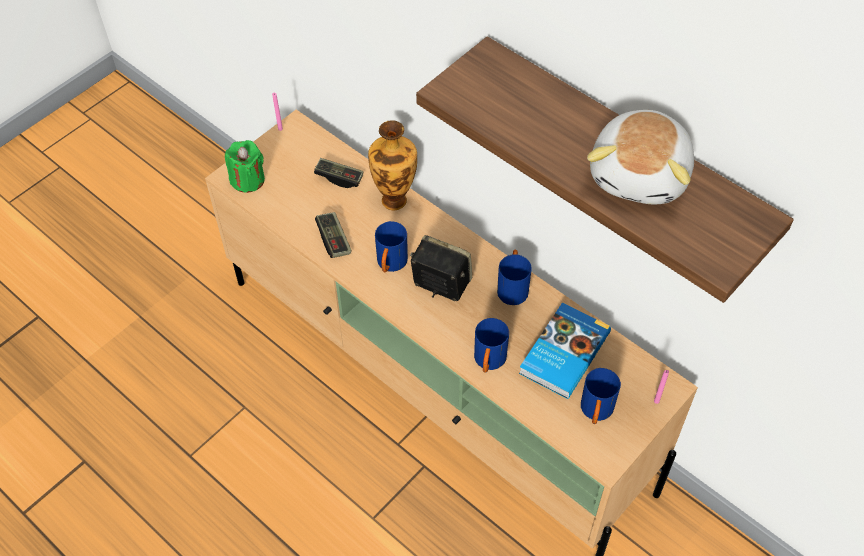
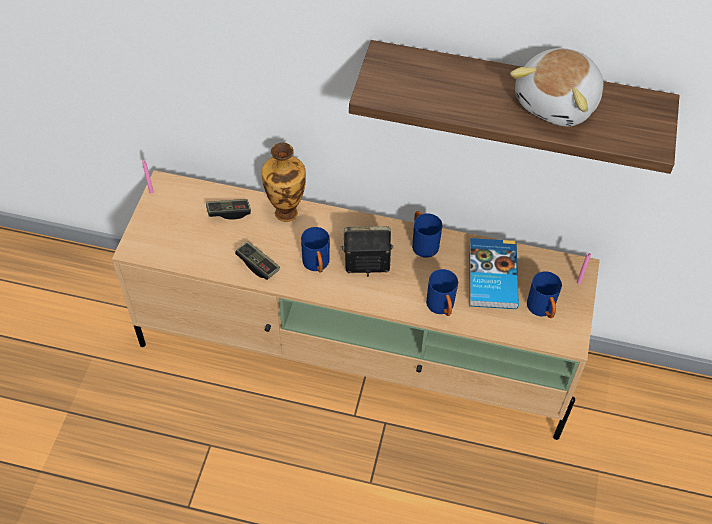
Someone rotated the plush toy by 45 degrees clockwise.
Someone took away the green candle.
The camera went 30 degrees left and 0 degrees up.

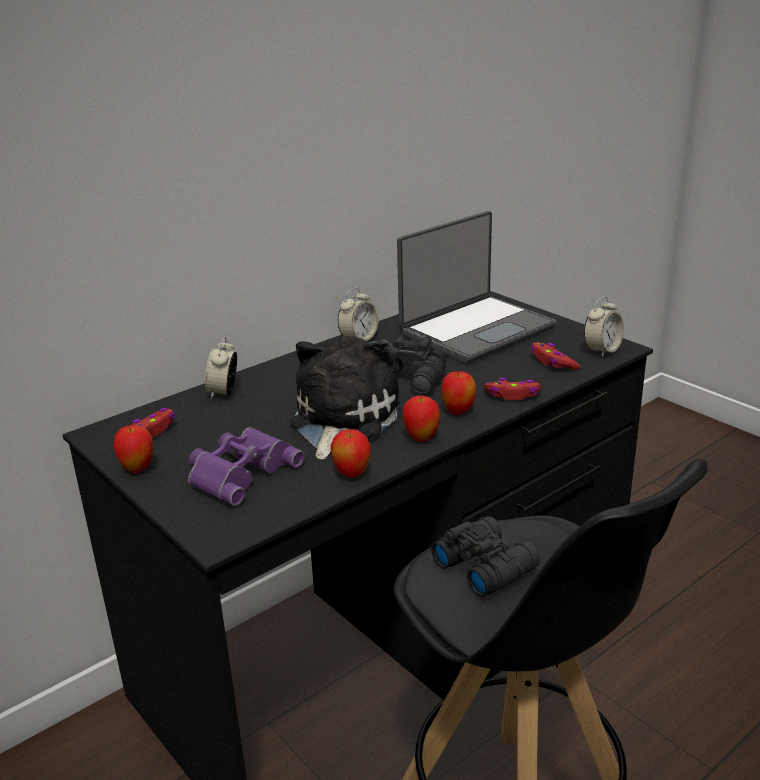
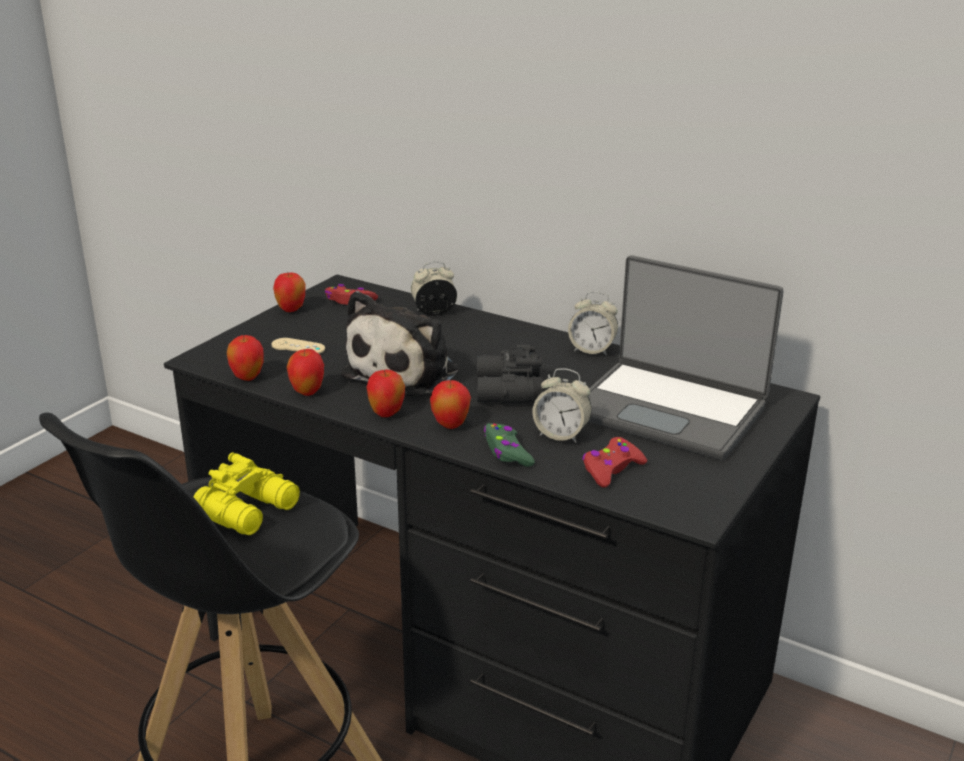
Someone carried the alarm clock (no. 3 from left in the first image).
Someone rotated the plush toy by 120 degrees clockwise.
Someone repainted the red game controller (no. 2 from left), which became the green game controller.
Someone swapped the purple binoculars for the beige game controller.
Someone repainted the black binoculars (no. 2 from left), which became the yellow binoculars.
Someone put down the apple (no. 1 from left).
The camera went 70 degrees right and 0 degrees up.

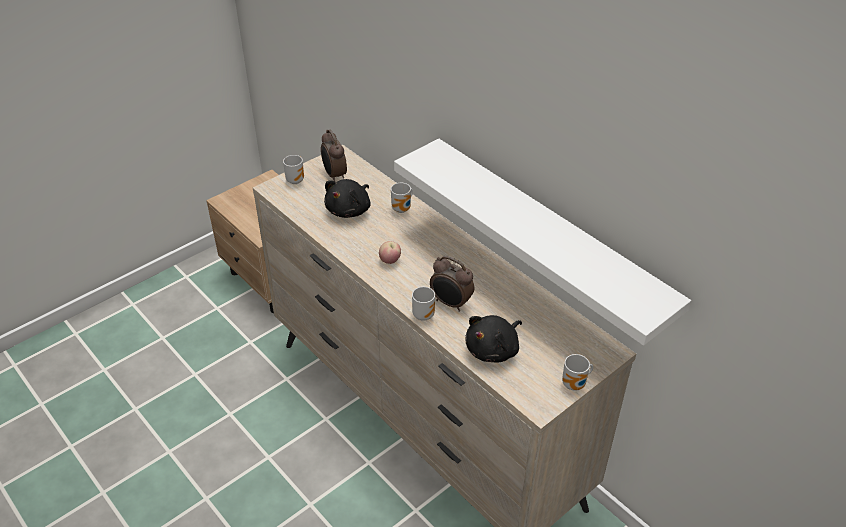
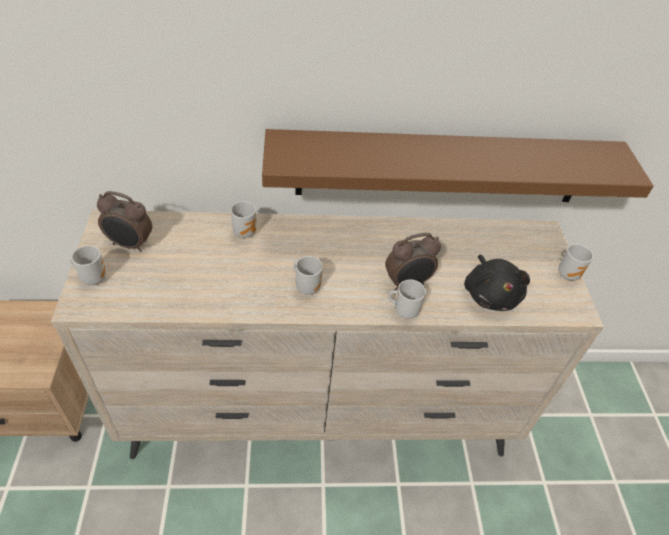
Someone repainted the white shelf, which became the brown shelf.
Someone took away the black plush toy (no. 1 from left).
Someone swapped the apple for the mug (no. 3 from left).
The camera went 55 degrees left and 5 degrees up.

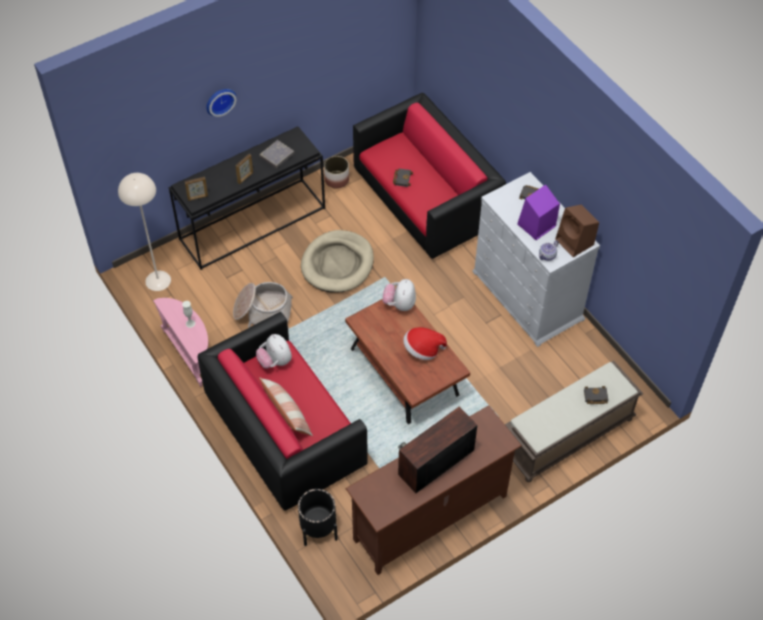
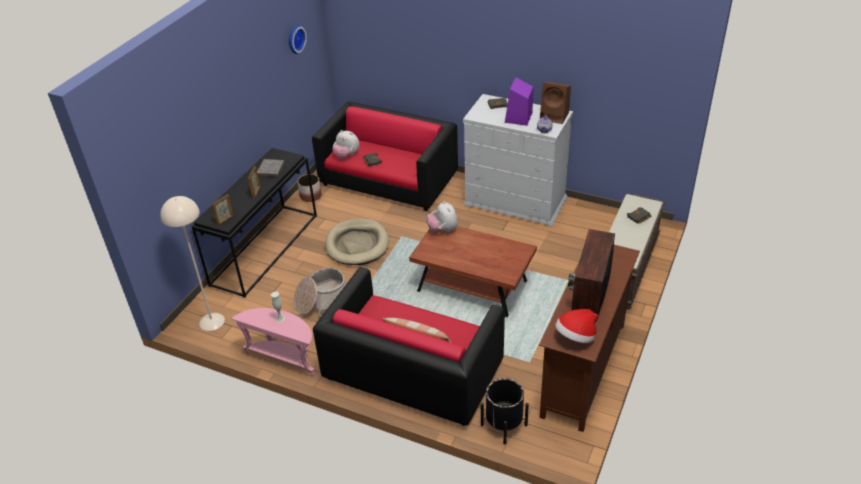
Someone carried the wall clock.
Someone carried the hat.
Someone carried the plush toy (no. 1 from left).
The camera went 30 degrees left and 15 degrees down.

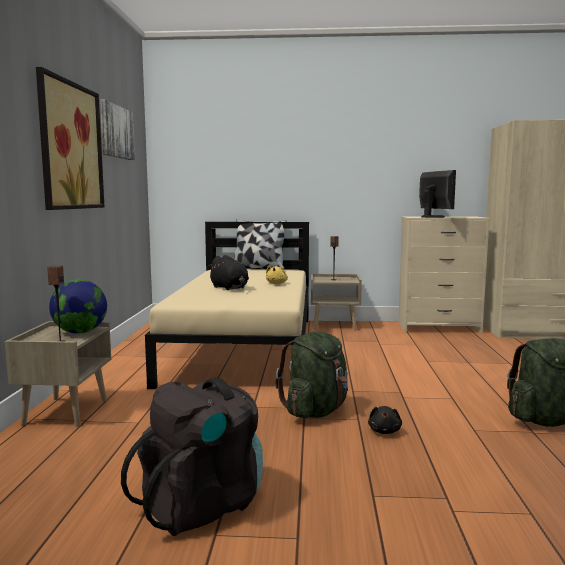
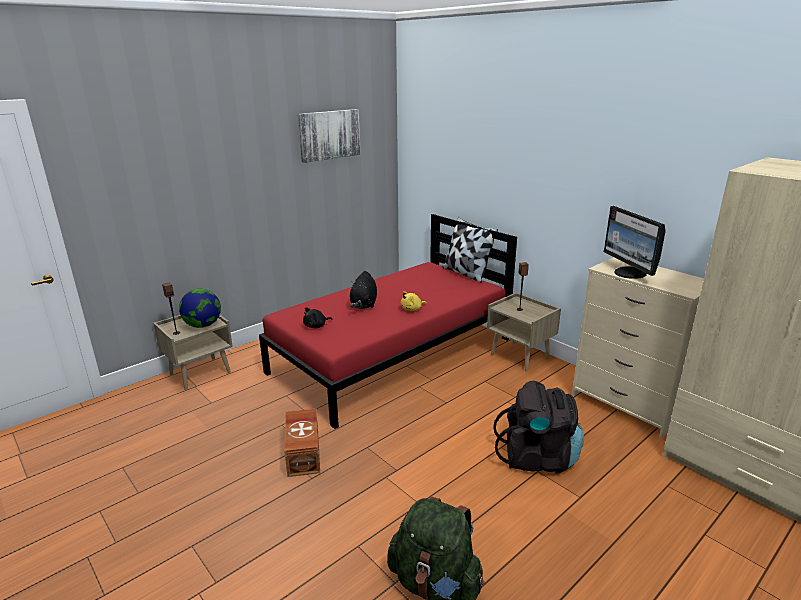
Someone took away the picture (no. 1 from left).
Someone rotated the monitor by 135 degrees clockwise.
Someone repainted the beige bed, which became the red bed.
Someone swapped the green backpack (no. 1 from left) for the brown storage box.
Someone carried the black backpack.
Someone carried the black plush toy (no. 2 from left in the first image).
The camera went 45 degrees right and 15 degrees up.

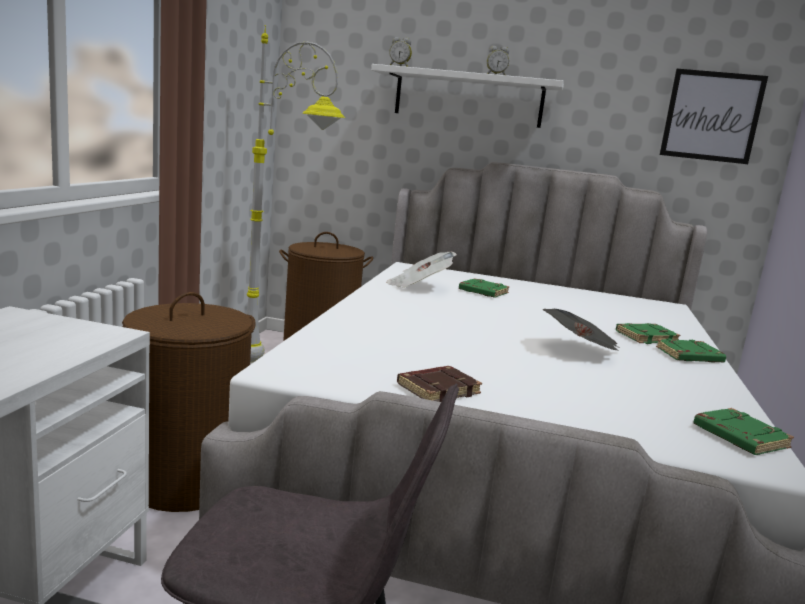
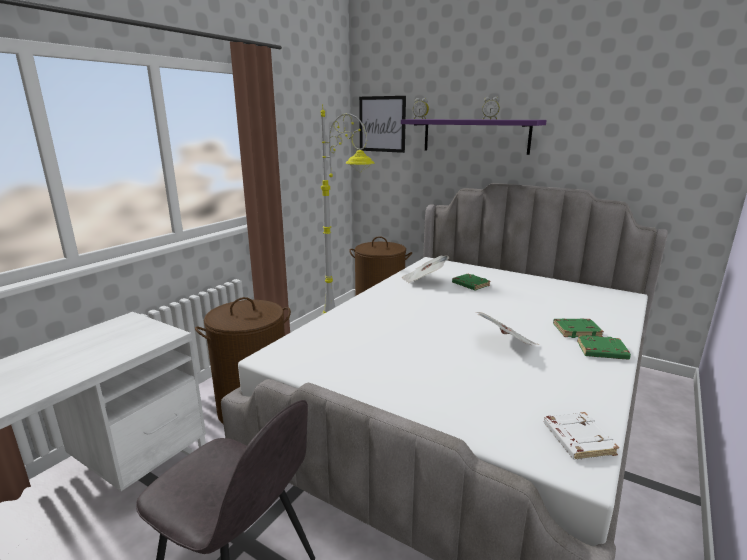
Someone repainted the white shelf, which became the purple shelf.
Someone carried the picture.
Someone took away the brown book.
Someone repainted the green book (no. 4 from left), which became the white book.
The camera went 20 degrees right and 5 degrees up.

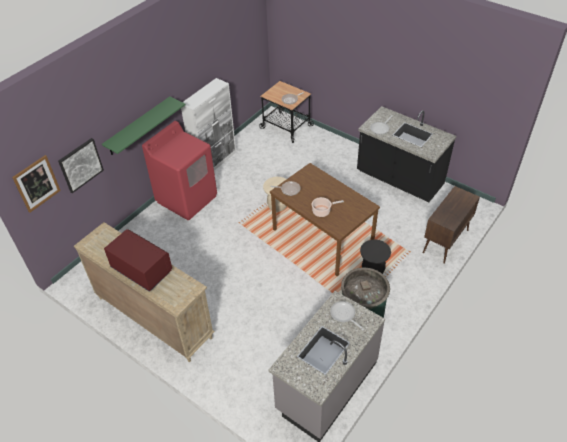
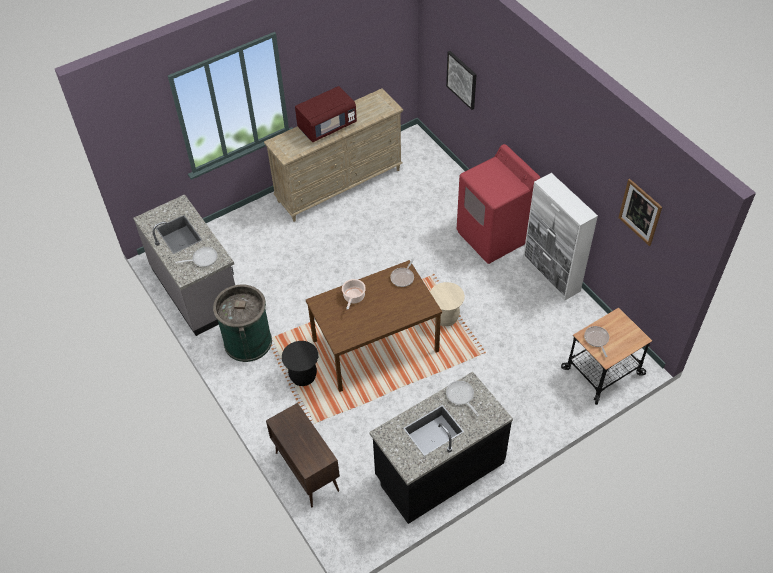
Someone took away the green shelf.
Someone carried the picture (no. 1 from left in the first image).
The camera went 110 degrees right and 5 degrees up.

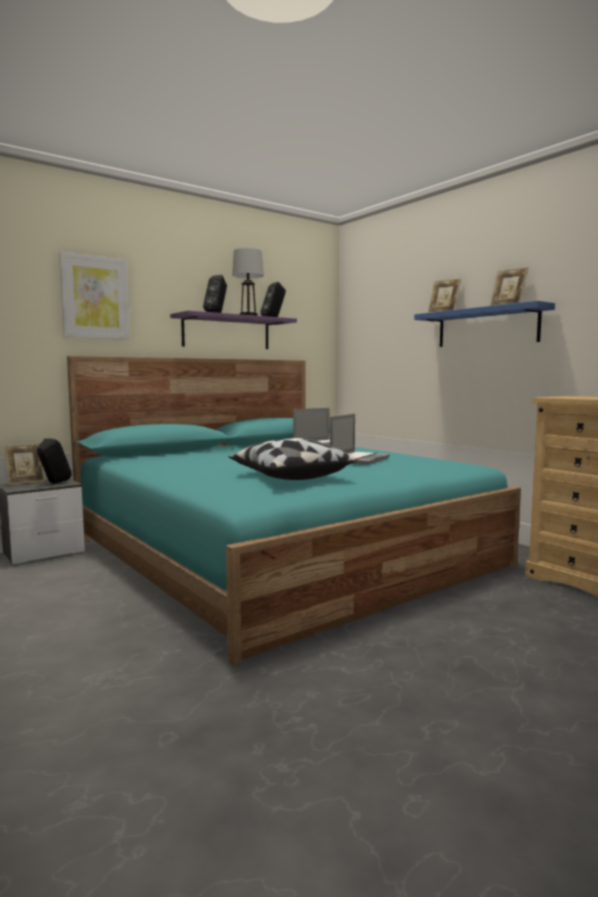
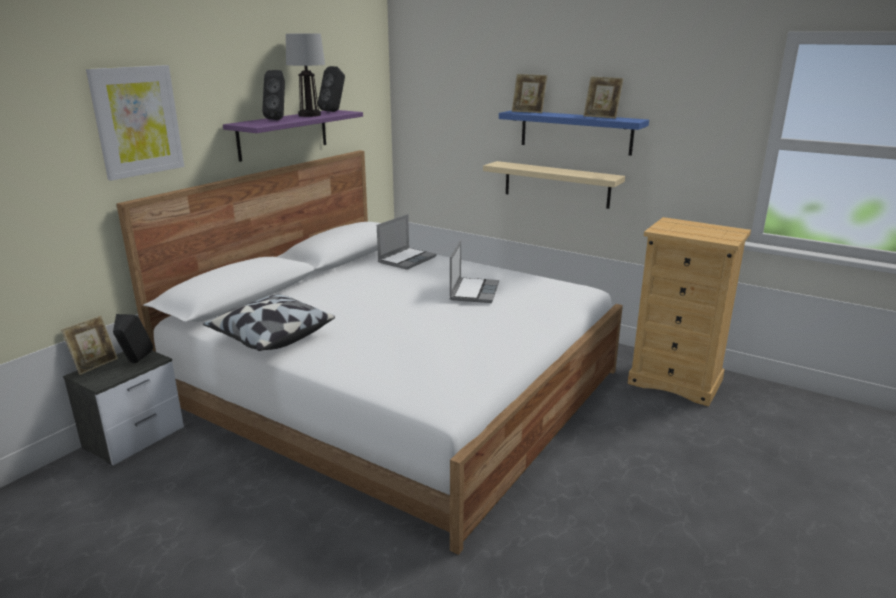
Someone repainted the turquoise bed, which became the white bed.
Someone carried the pillow.
Someone put up the beige shelf.
The camera went 20 degrees left and 15 degrees up.

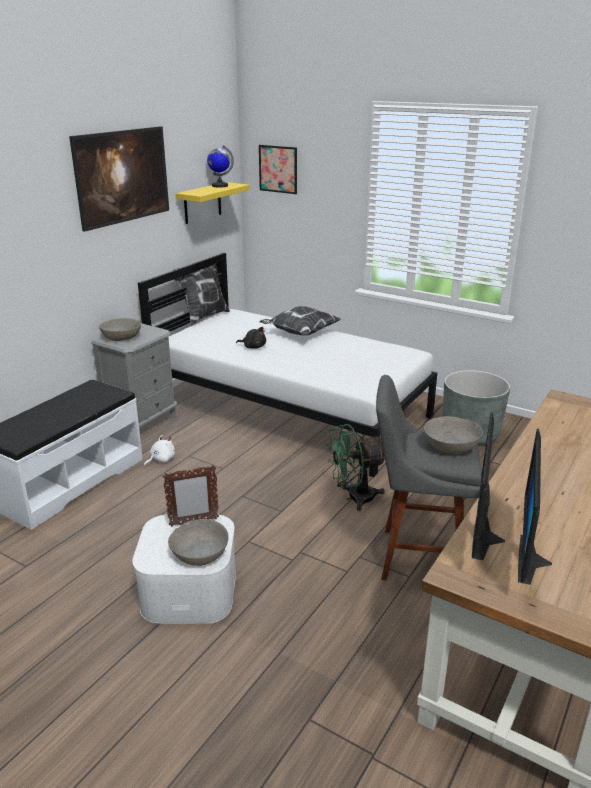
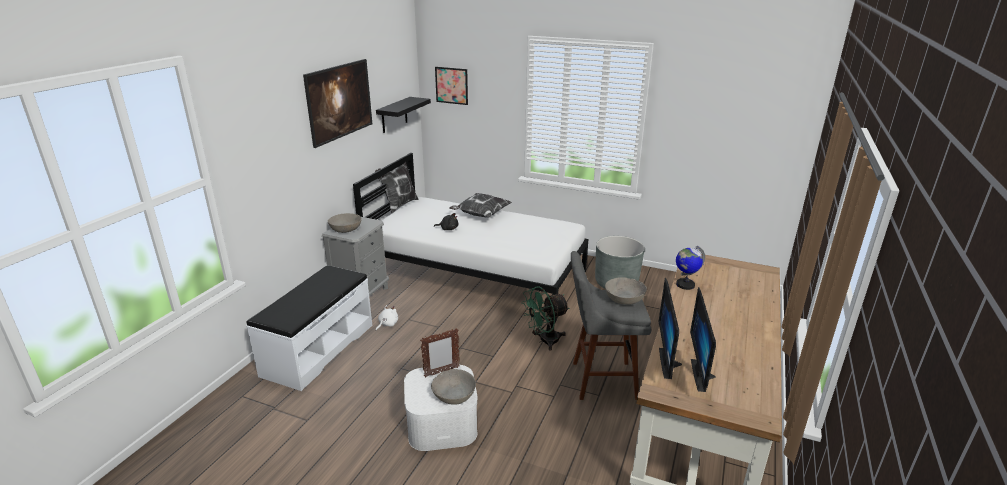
Someone carried the globe.
Someone repainted the yellow shelf, which became the black shelf.
The camera went 10 degrees left and 0 degrees up.

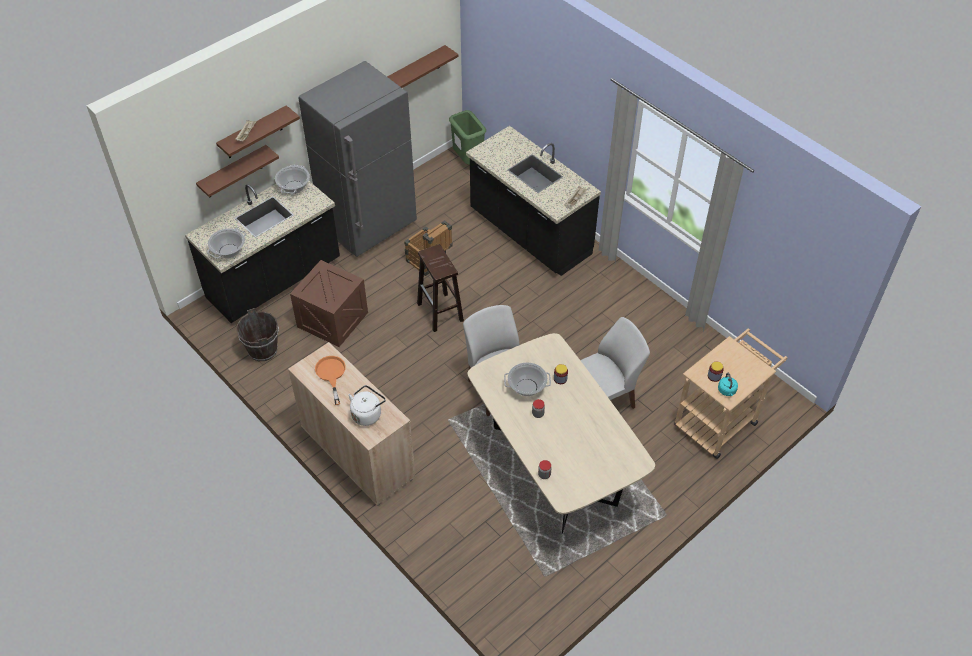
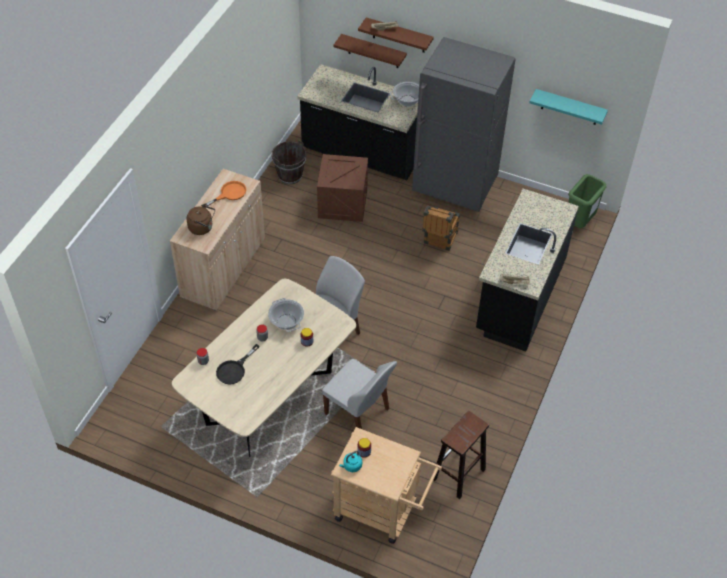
Someone repainted the brown shelf (no. 3 from left), which became the turquoise shelf.
Someone took away the cooking pot (no. 1 from left).
Someone carried the brown stool.
Someone repainted the white kettle, which became the brown kettle.
Someone put down the black frying pan.
The camera went 65 degrees right and 0 degrees up.

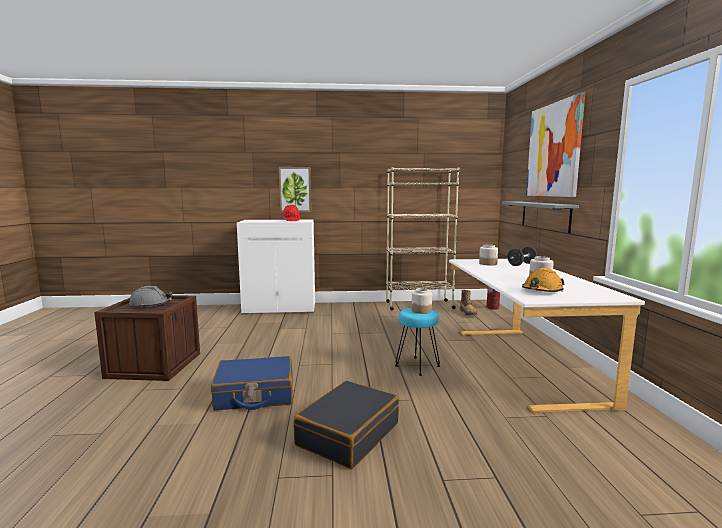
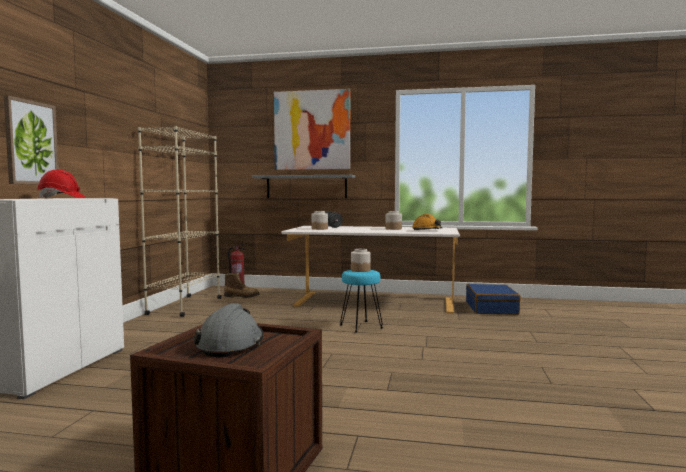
Someone carried the blue suitcase.
Someone took away the black suitcase.
The camera went 75 degrees left and 5 degrees down.

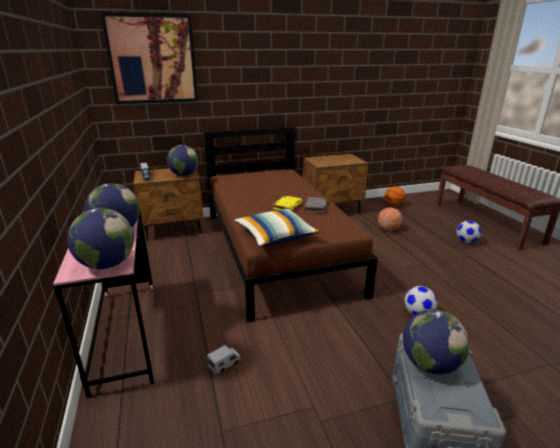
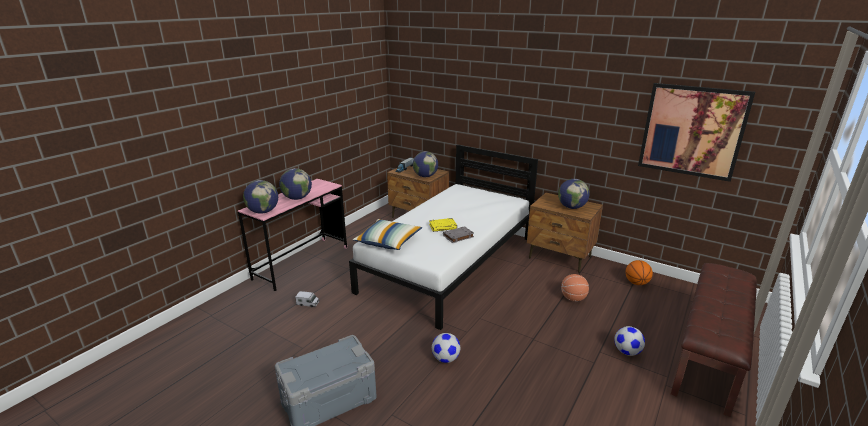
Someone carried the picture.
Someone repainted the brown bed, which became the white bed.
Someone carried the globe (no. 4 from left).
The camera went 50 degrees right and 0 degrees up.

